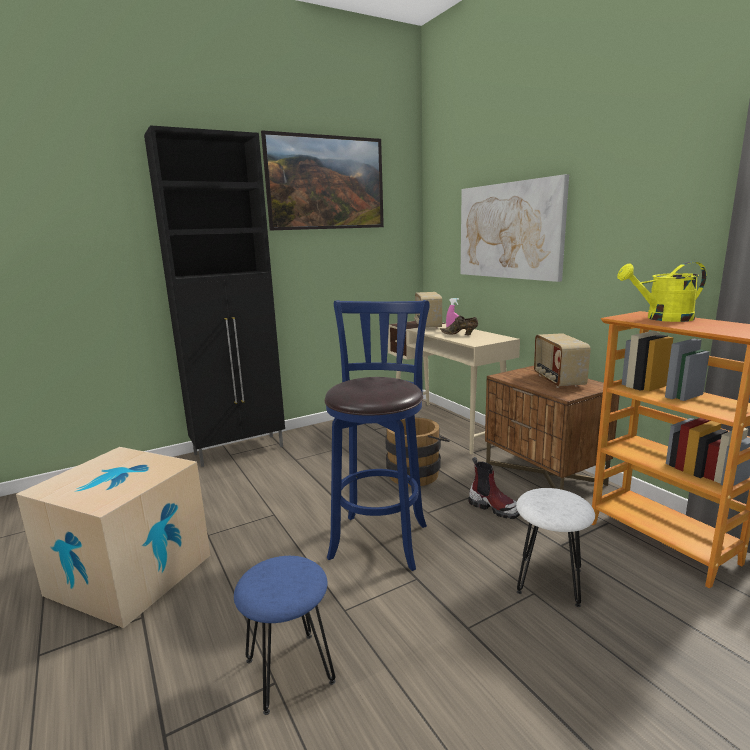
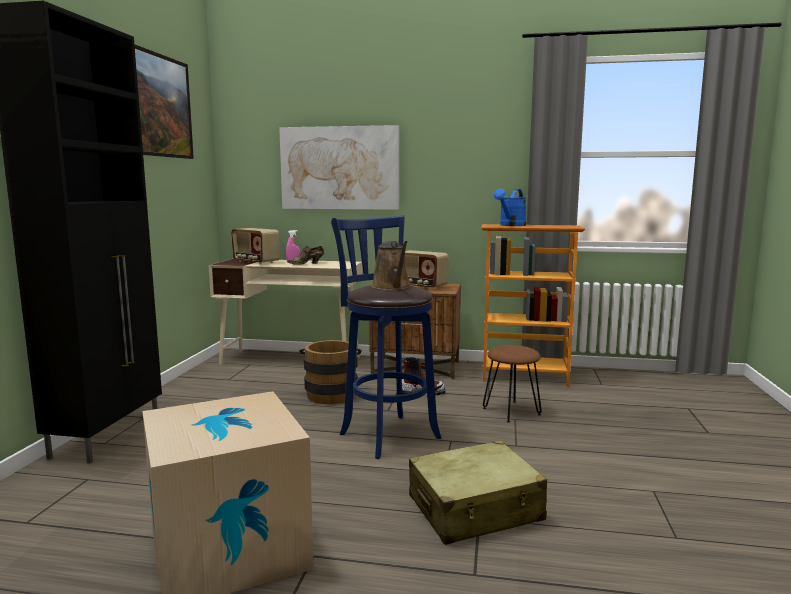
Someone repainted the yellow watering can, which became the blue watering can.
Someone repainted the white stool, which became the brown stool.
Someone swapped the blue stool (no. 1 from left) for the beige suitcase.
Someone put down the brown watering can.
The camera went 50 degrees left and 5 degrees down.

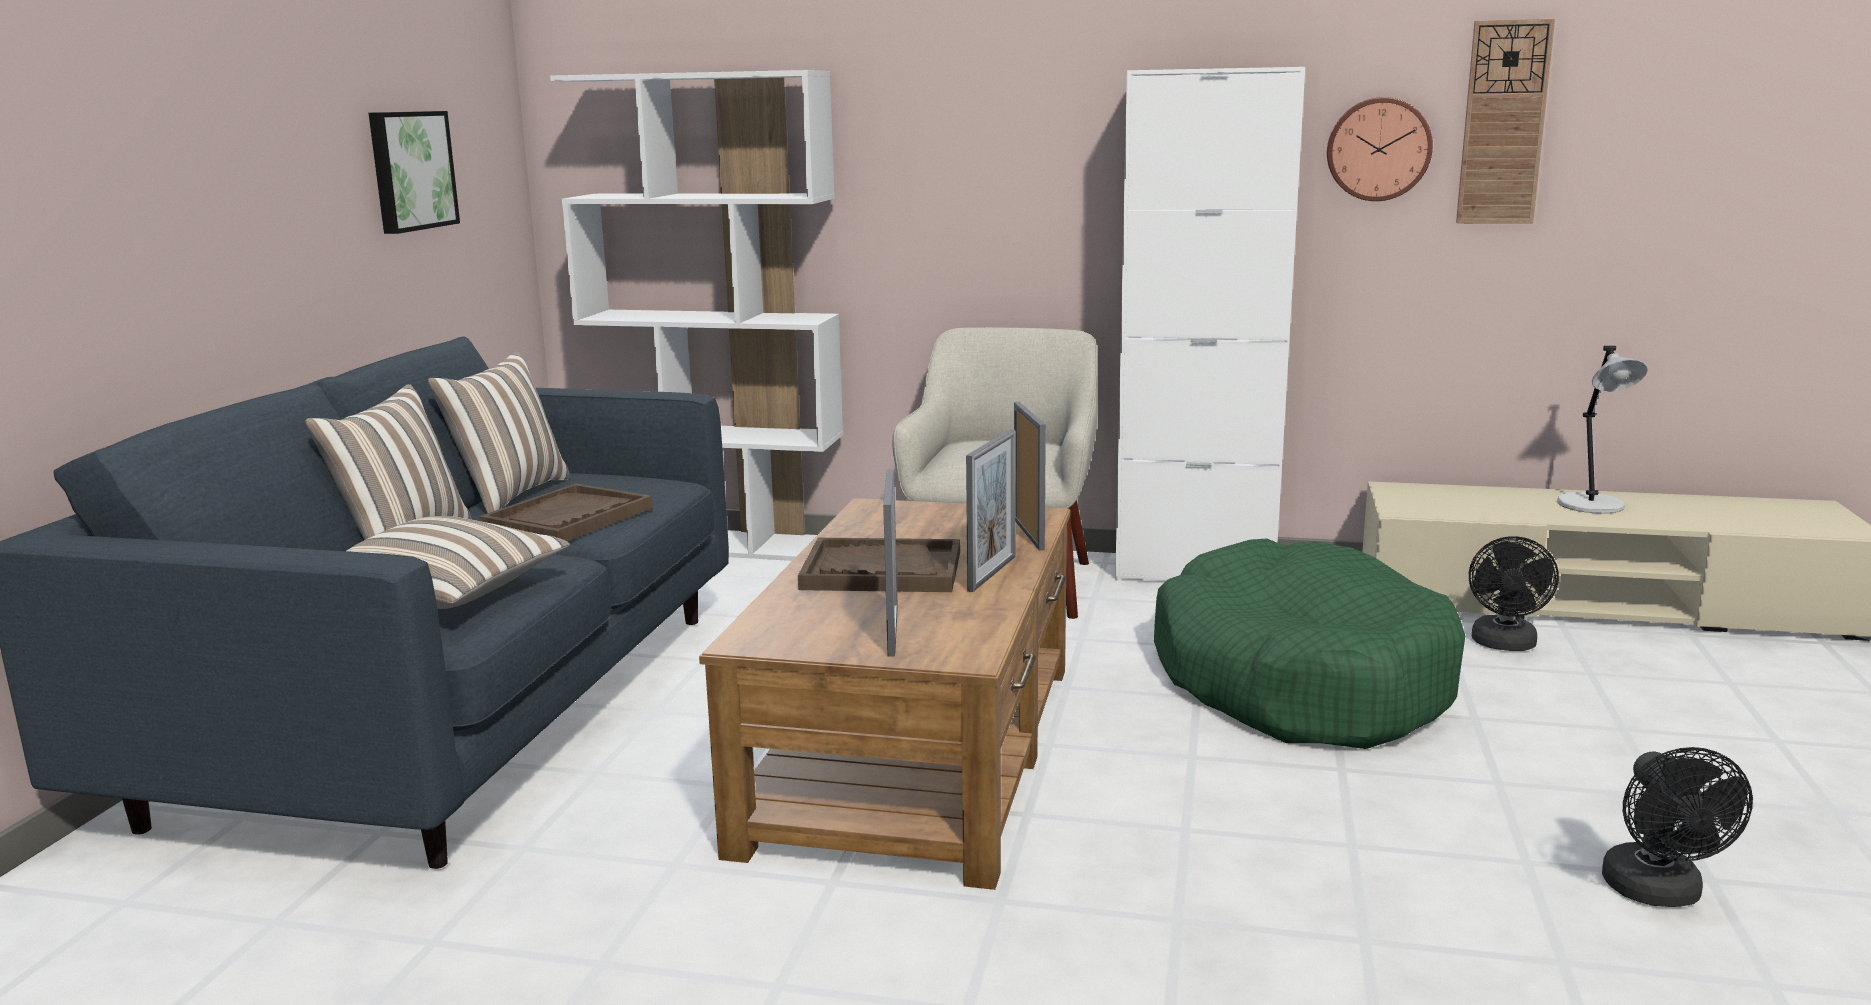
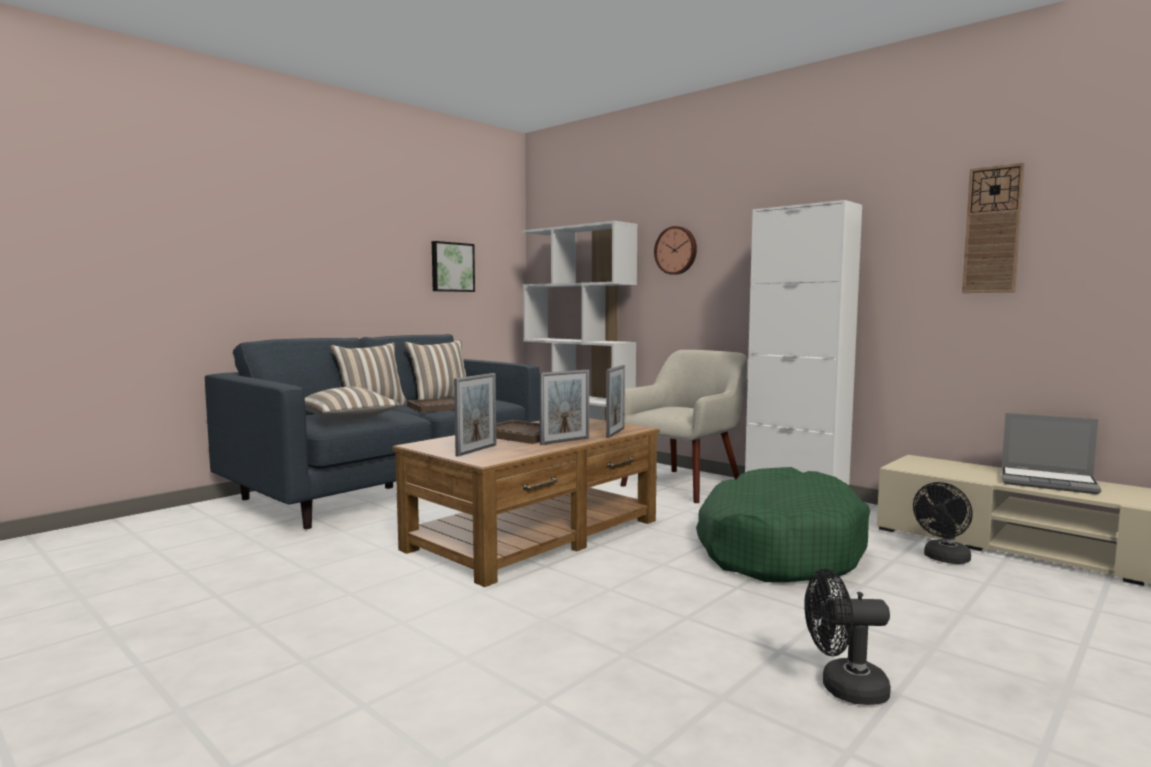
Someone carried the wall clock (no. 1 from left).
Someone swapped the grey table lamp for the laptop.
Someone rotated the black fan (no. 2 from left in the first image) by 60 degrees clockwise.
The camera went 30 degrees right and 10 degrees down.

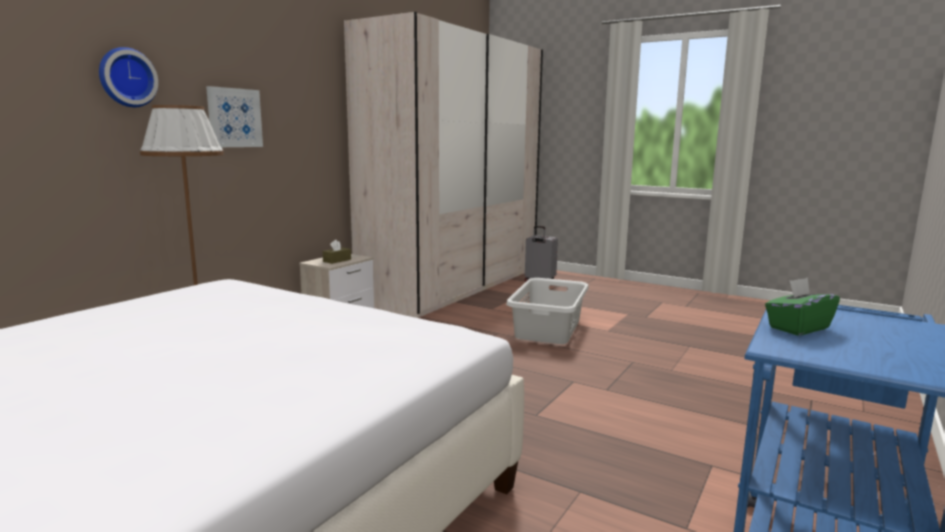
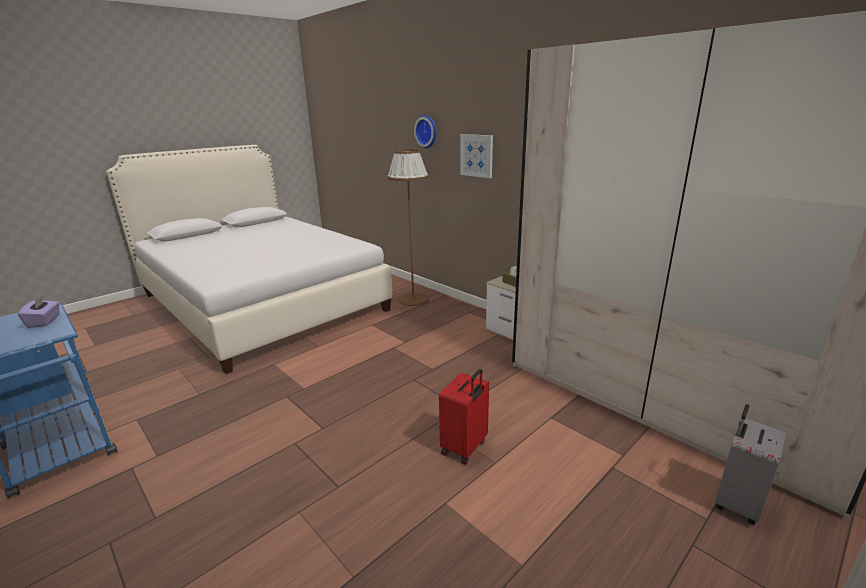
Someone repainted the green tissue box, which became the purple tissue box.
Someone swapped the grey laundry basket for the red suitcase.
The camera went 105 degrees right and 10 degrees up.

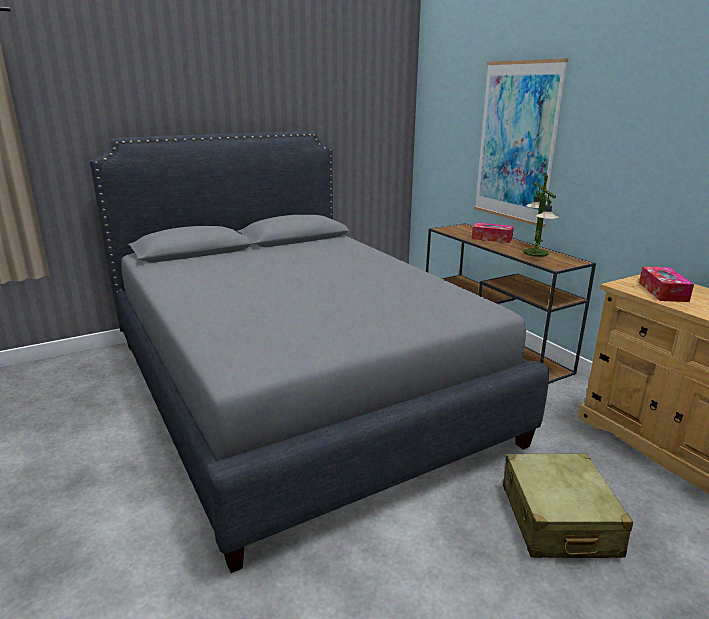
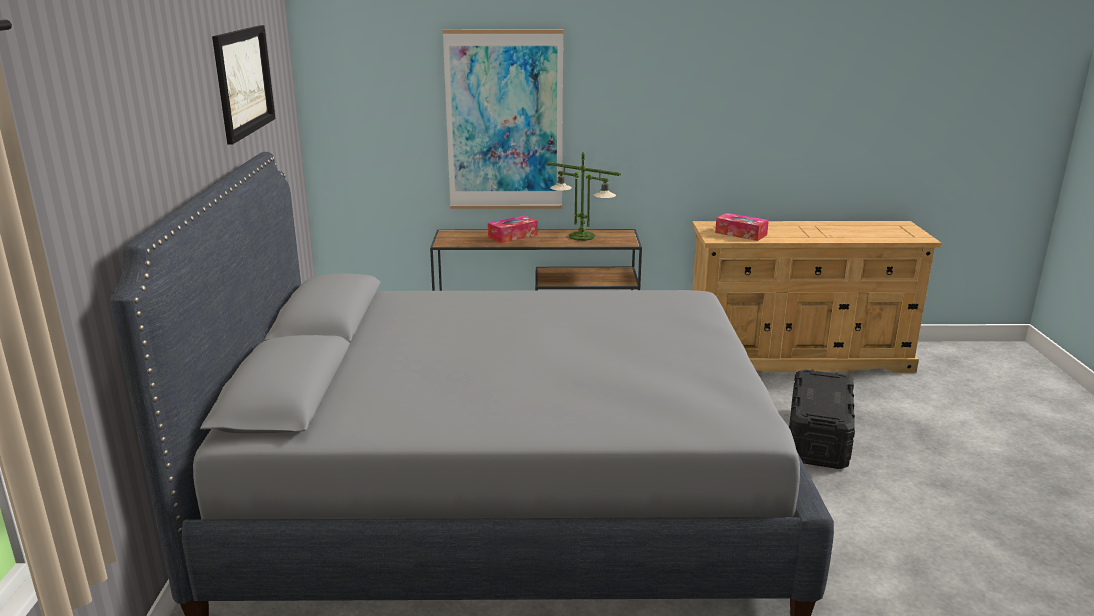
Someone swapped the beige suitcase for the black storage box.
Someone put up the picture (no. 1 from left).
The camera went 60 degrees left and 0 degrees up.

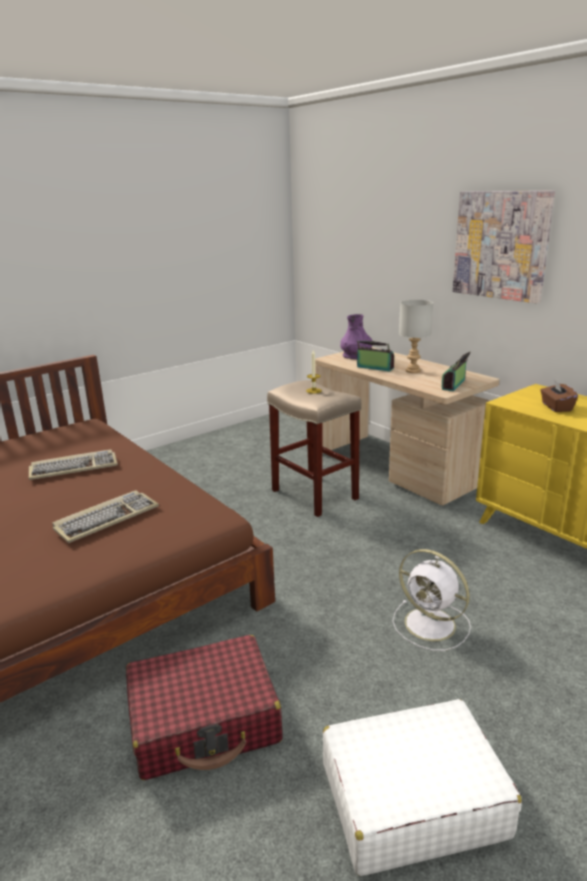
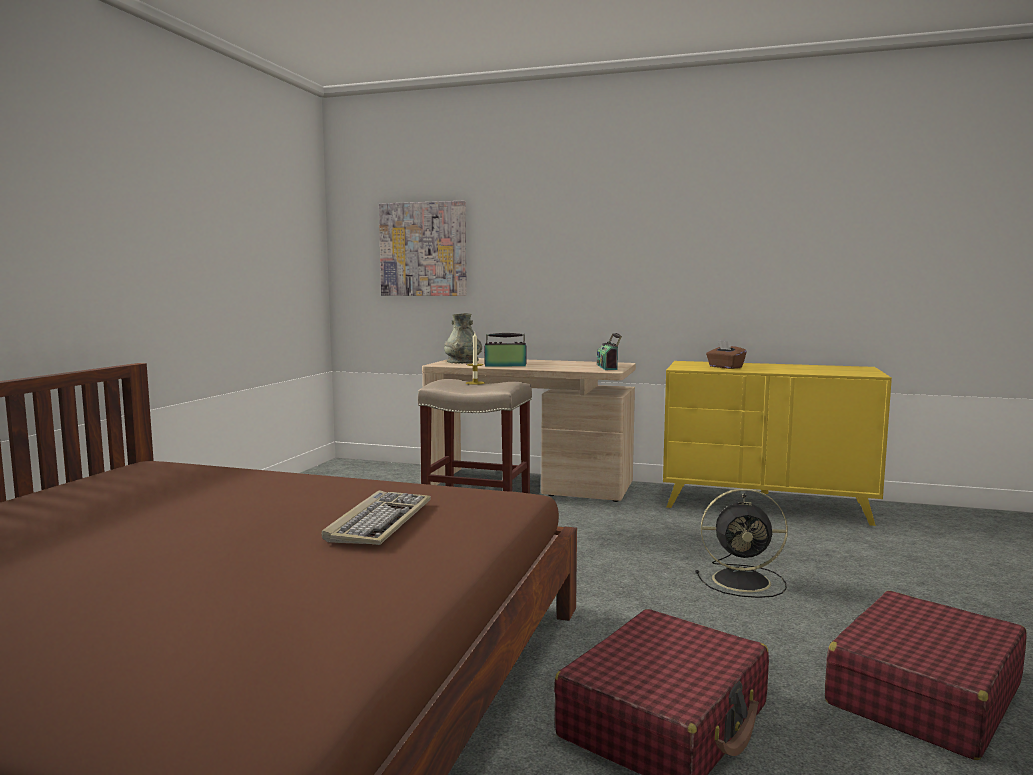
Someone carried the picture.
Someone took away the grey table lamp.
Someone repainted the purple vase, which became the grey vase.
Someone took away the keyboard (no. 1 from left).
Someone repainted the white fan, which became the black fan.
Someone repainted the white suitcase, which became the red suitcase (no. 2 from left).
The camera went 35 degrees left and 15 degrees down.

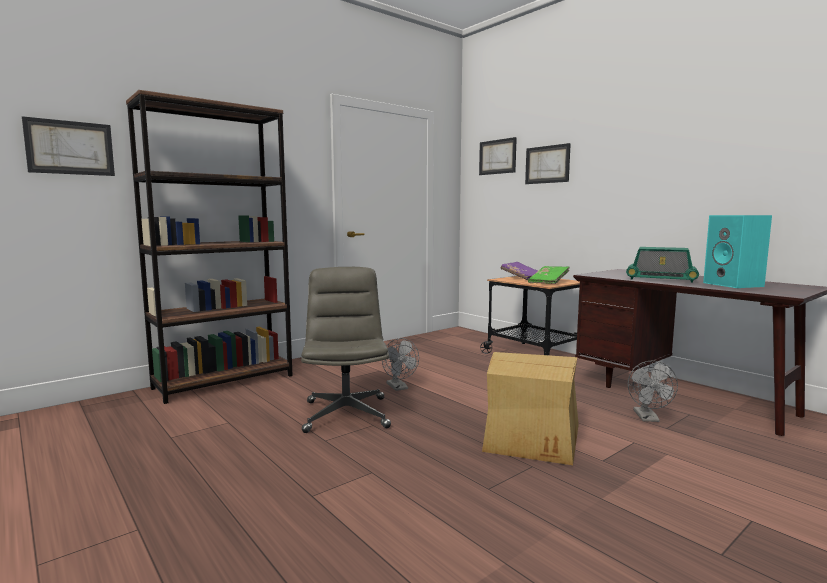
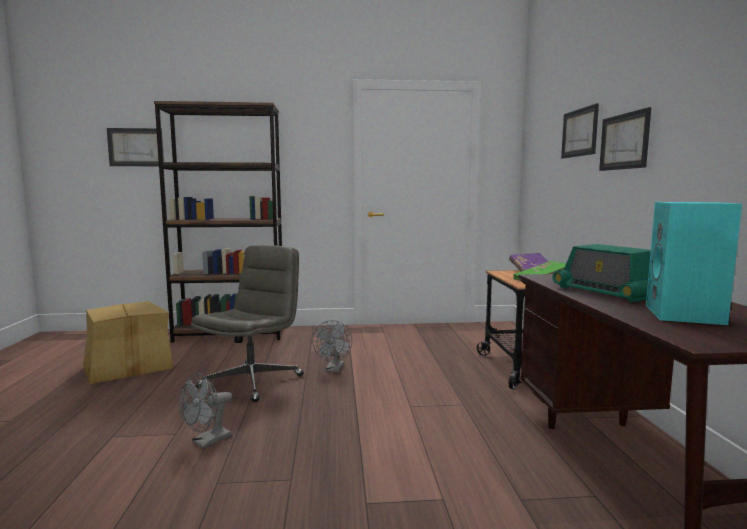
Someone carried the picture (no. 2 from left in the first image).
Someone carried the cardboard box.
Someone carried the grey fan (no. 2 from left in the first image).
The camera went 35 degrees right and 0 degrees up.

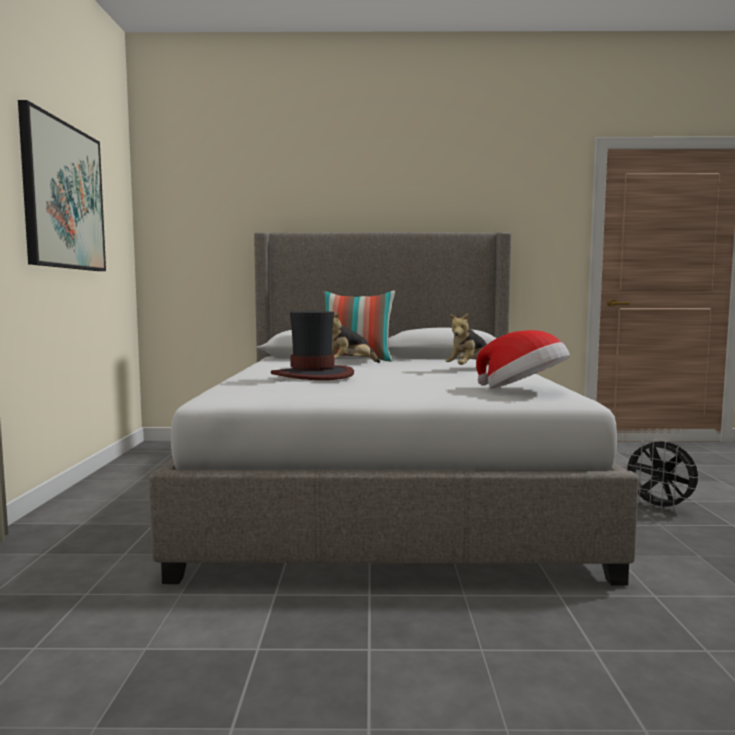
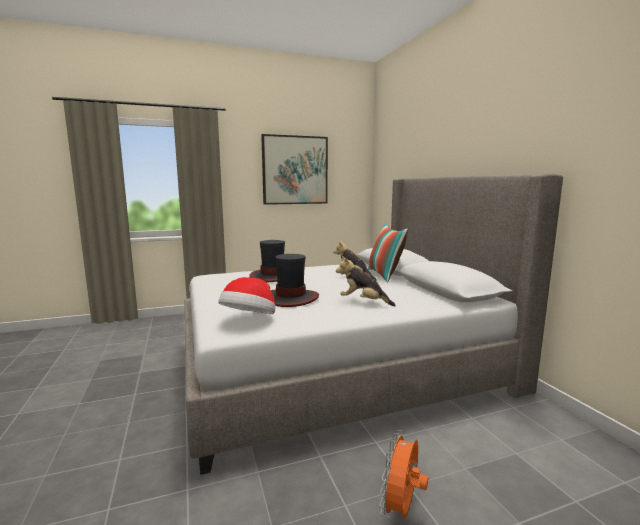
Someone repainted the black fan, which became the orange fan.
Someone put down the hat (no. 3 from left).
The camera went 70 degrees right and 5 degrees up.

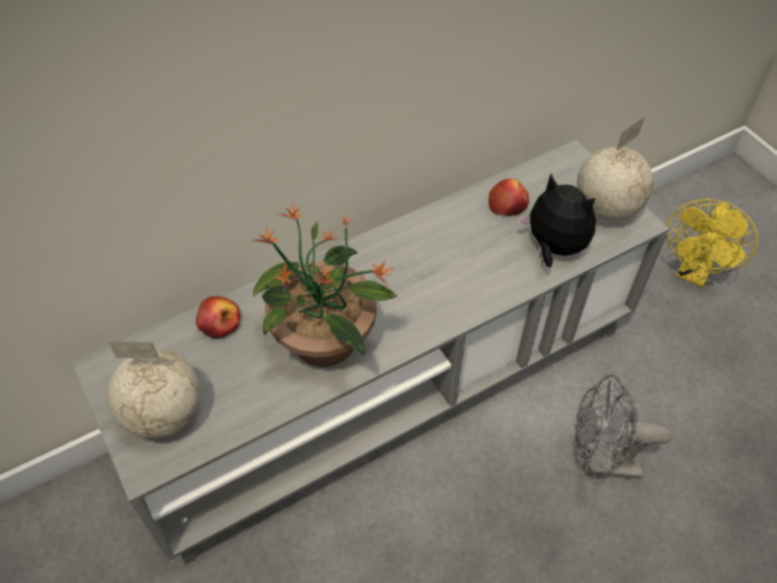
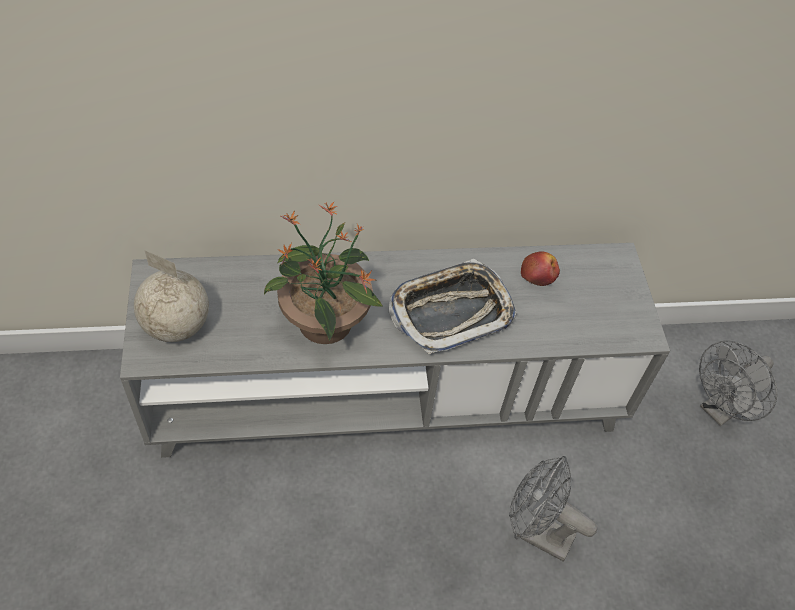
Someone took away the globe (no. 2 from left).
Someone took away the plush toy.
Someone repainted the yellow fan, which became the grey fan (no. 2 from left).
Someone took away the apple (no. 1 from left).
Someone put down the tray.
The camera went 20 degrees right and 0 degrees up.

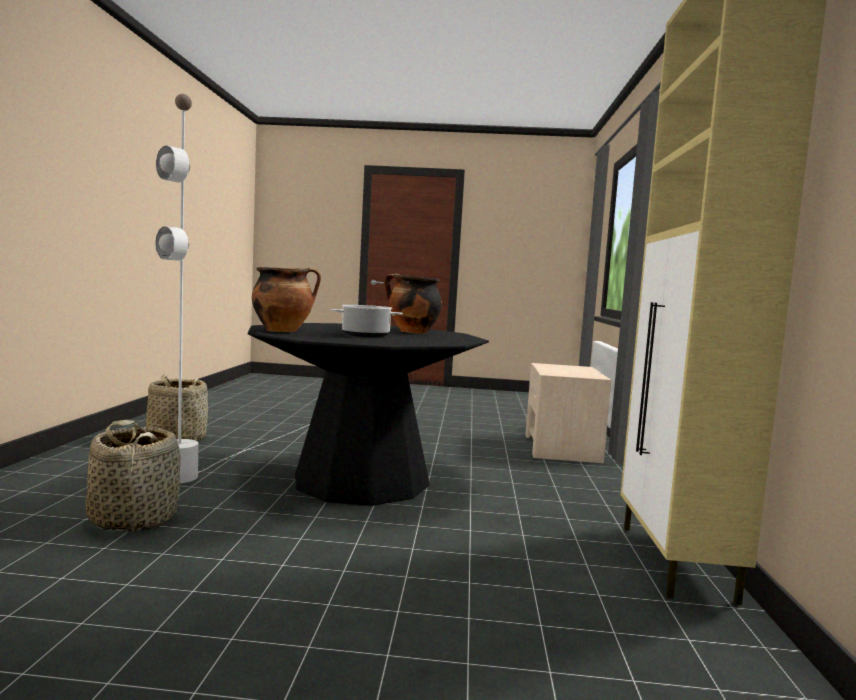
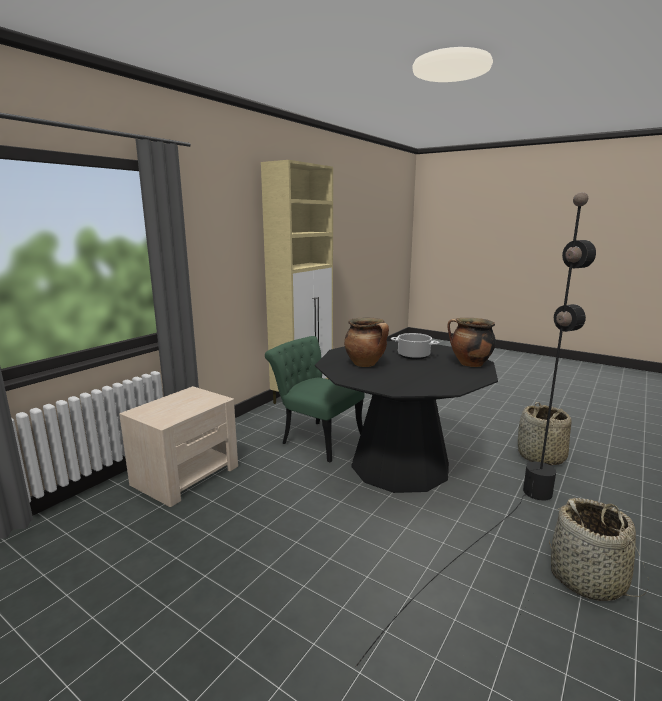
Someone repainted the white floor lamp, which became the black floor lamp.
Someone put down the green chair.
The camera went 150 degrees left and 10 degrees up.

